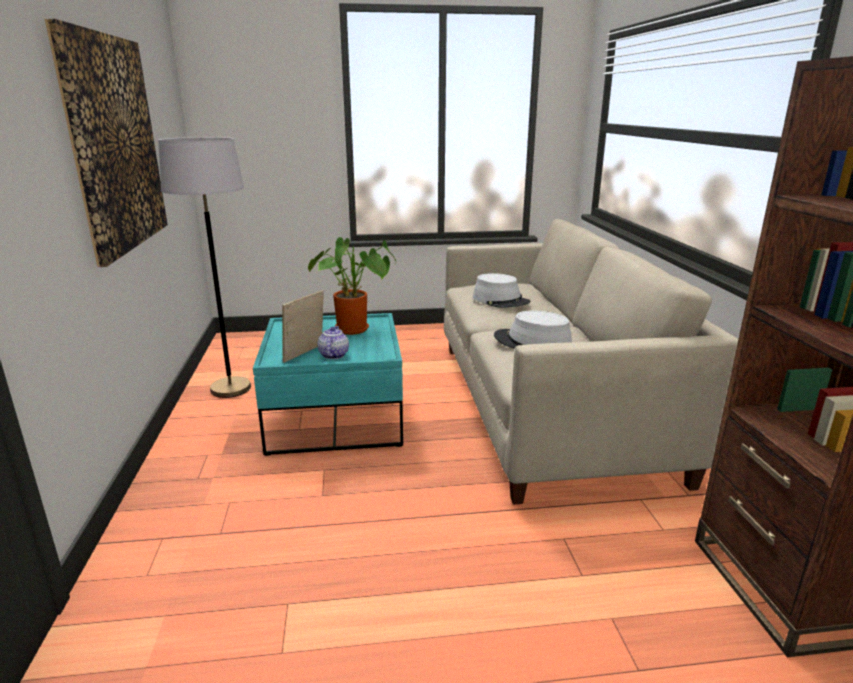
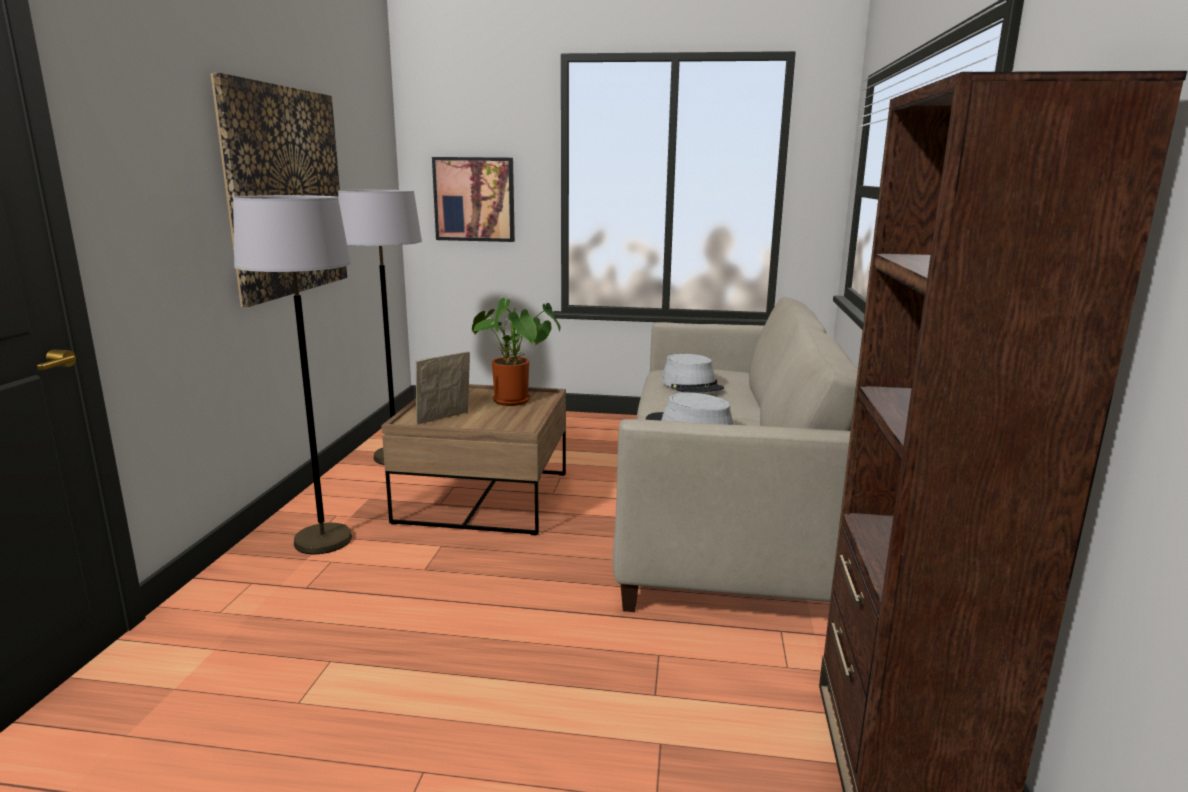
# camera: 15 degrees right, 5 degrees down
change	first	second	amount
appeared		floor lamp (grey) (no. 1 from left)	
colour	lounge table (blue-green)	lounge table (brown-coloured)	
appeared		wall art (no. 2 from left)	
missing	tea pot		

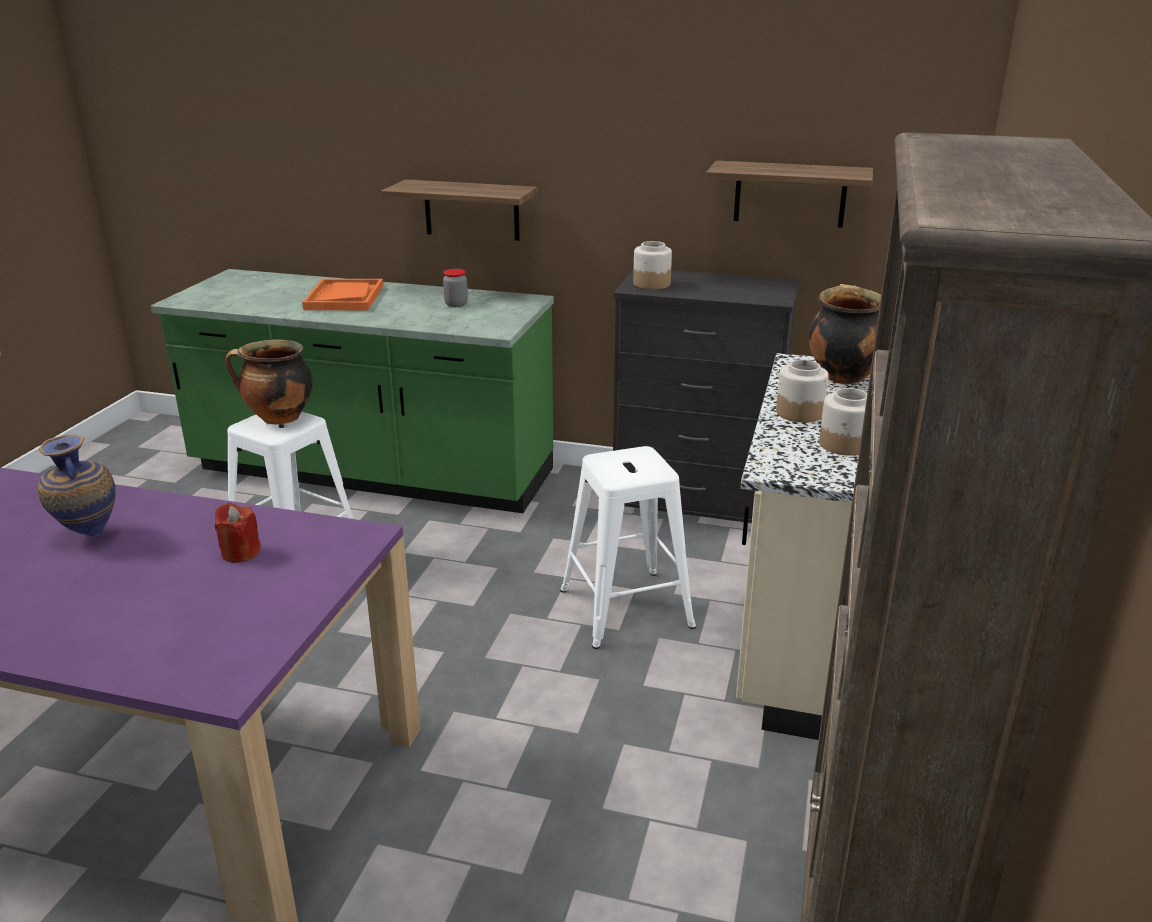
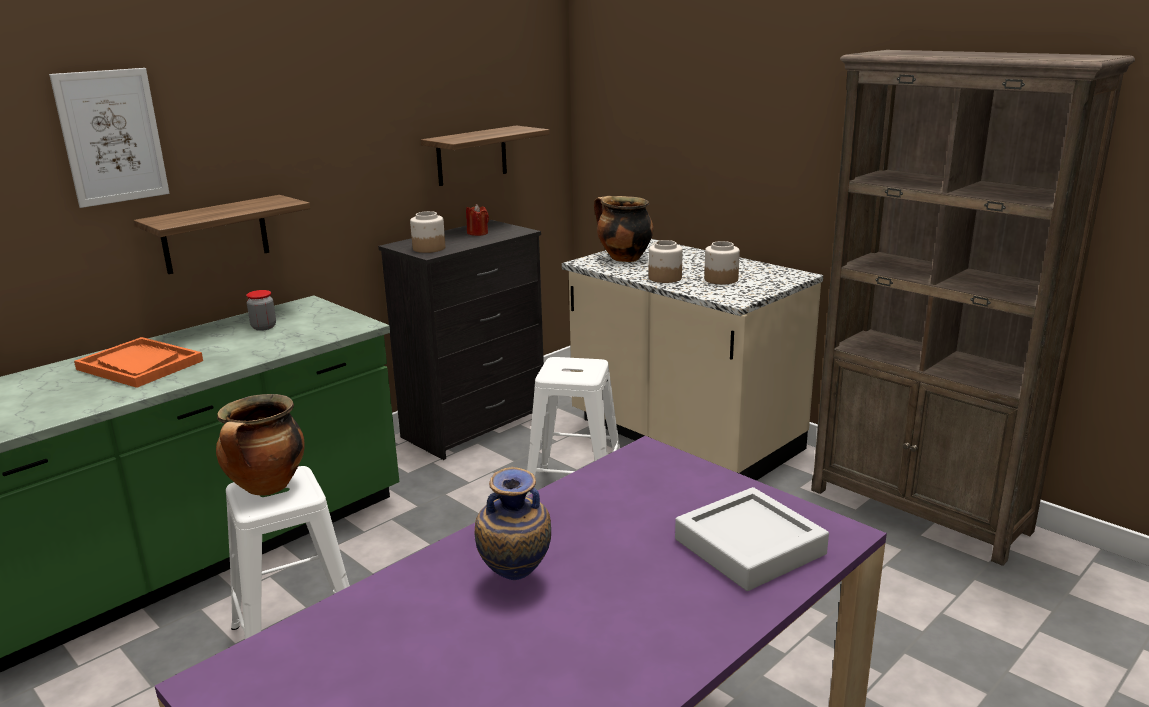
# camera: 60 degrees left, 5 degrees down
change	first	second	amount
appeared		wall art	
relocated	candle (red-coloured)		
appeared		tray (grey)	

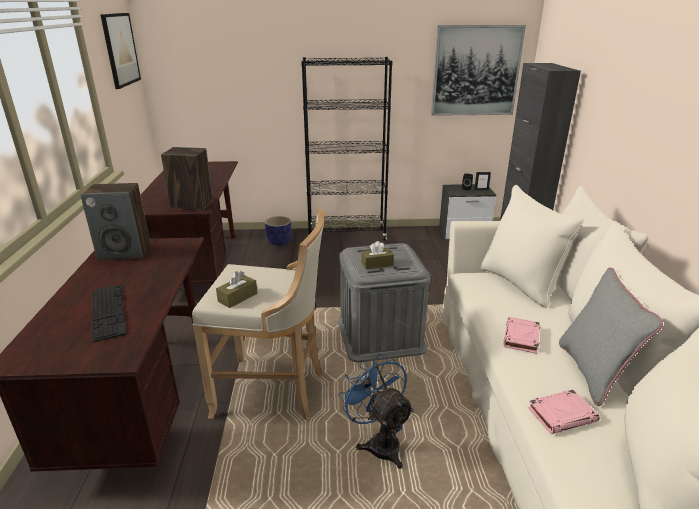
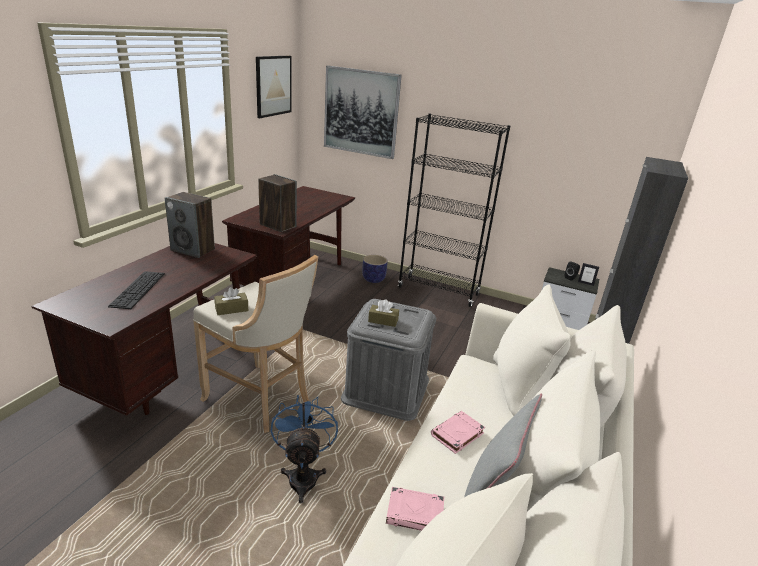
# camera: 25 degrees right, 0 degrees up
change	first	second	amount
relocated	wall art (no. 2 from left)		

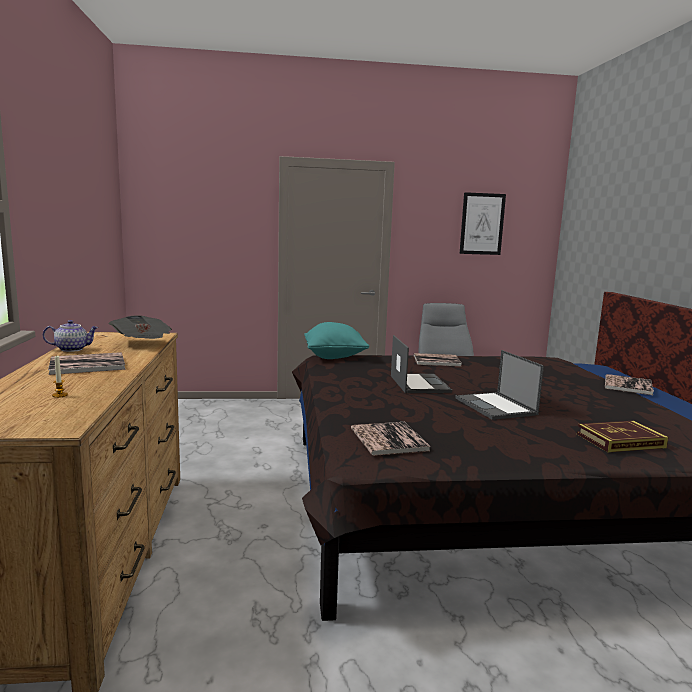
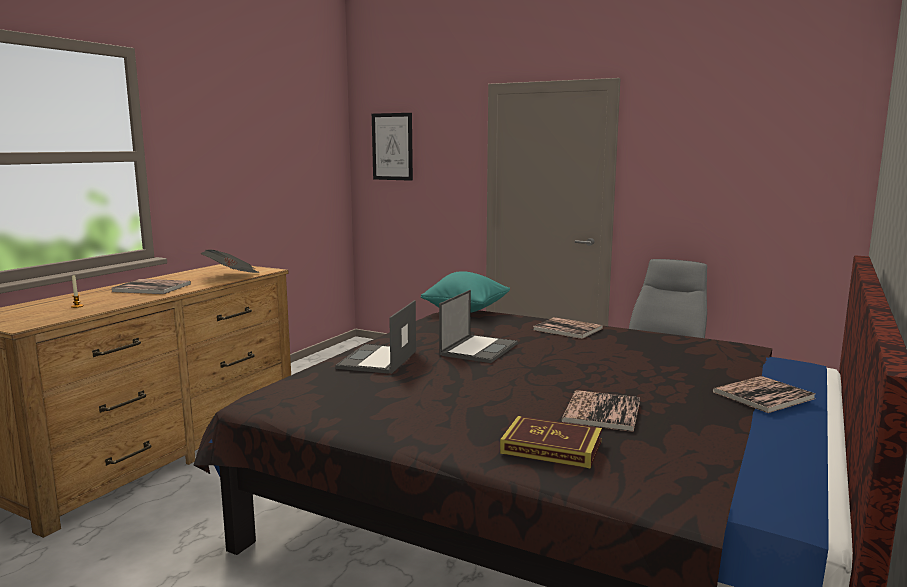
# camera: 35 degrees right, 0 degrees up
change	first	second	amount
relocated	portable computer (no. 2 from left in the first image)	portable computer (no. 1 from left)	
relocated	wall art		
relocated	bound book (no. 2 from left in the first image)	bound book (no. 4 from left)	
missing	tea pot		

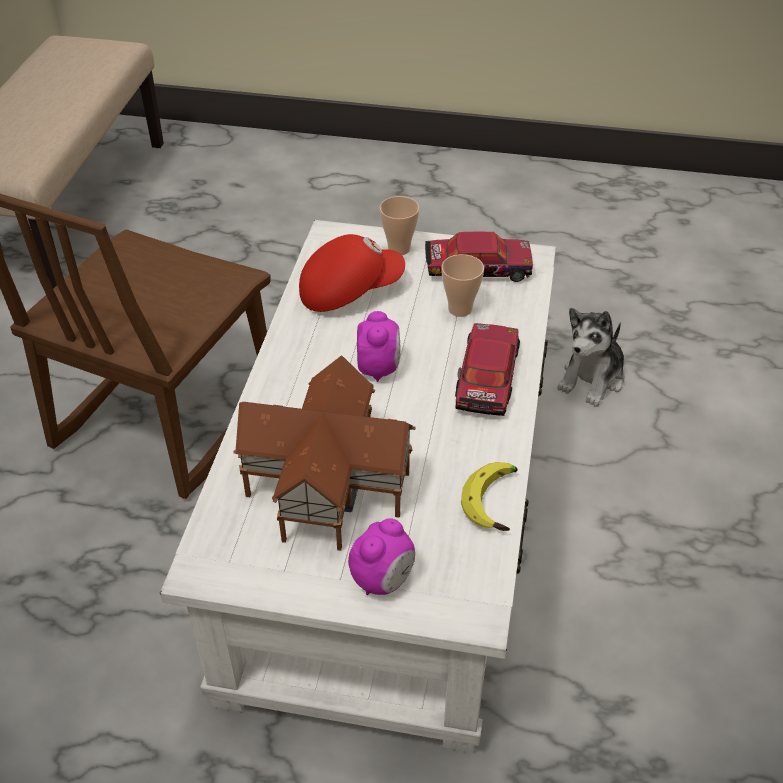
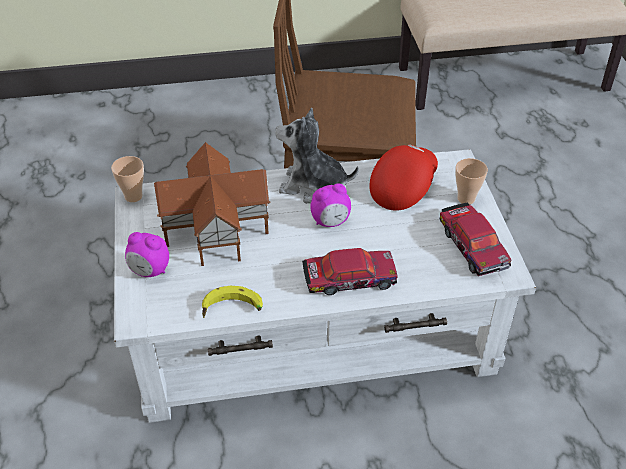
# camera: 70 degrees right, 0 degrees up
change	first	second	amount
relocated	drinking cup (no. 2 from left in the first image)	drinking cup (no. 1 from left)	
relocated	cuddly toy		
spun	cap (red-coloured)		105 degrees counterclockwise

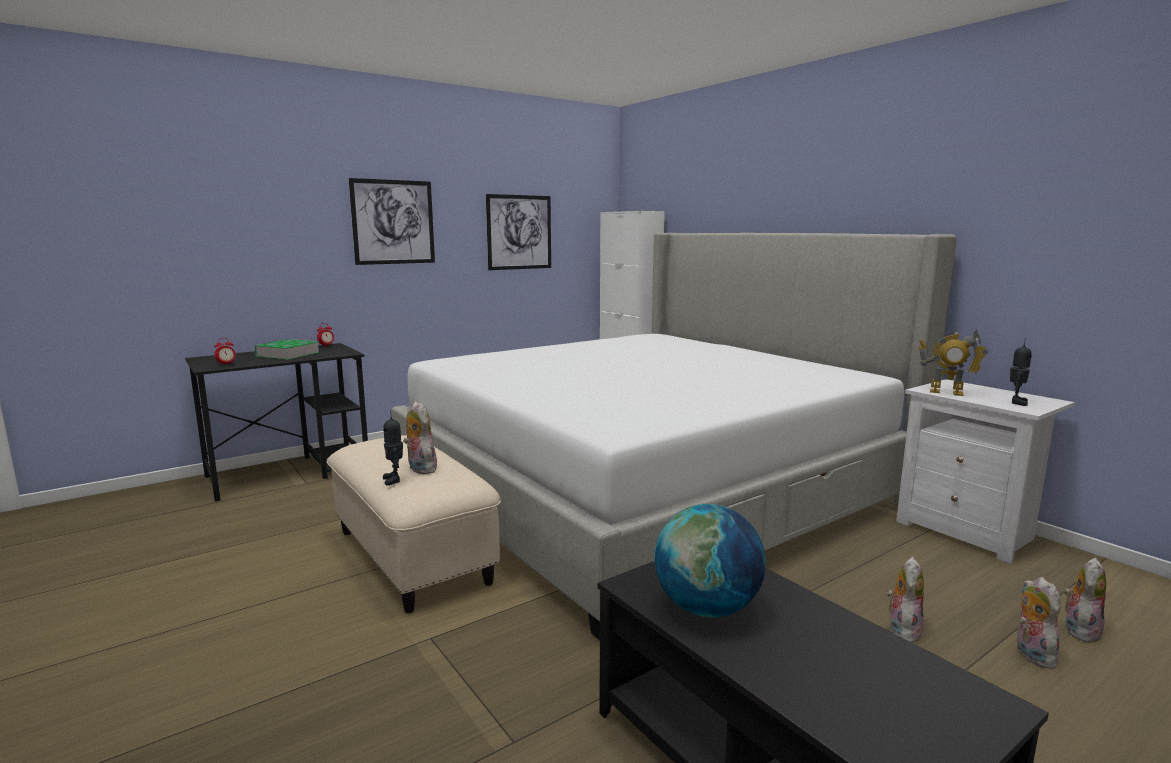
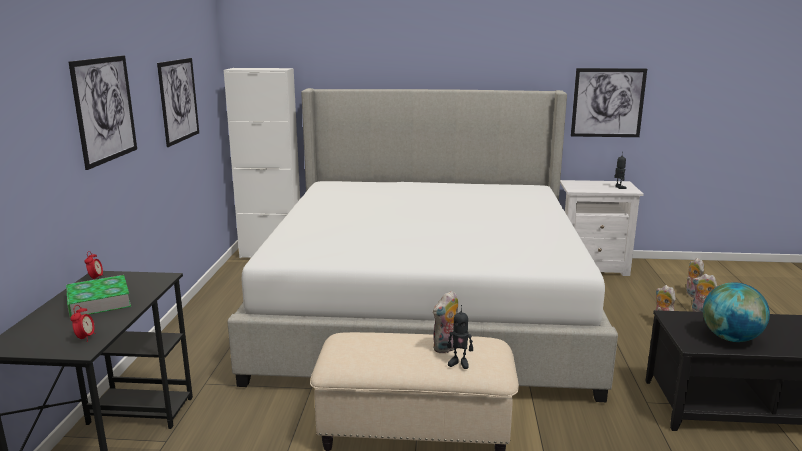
# camera: 50 degrees left, 5 degrees up
change	first	second	amount
spun	cuddly toy (no. 1 from left)		45 degrees counterclockwise
appeared		wall art (no. 3 from left)	
missing	model robot (no. 2 from left)		

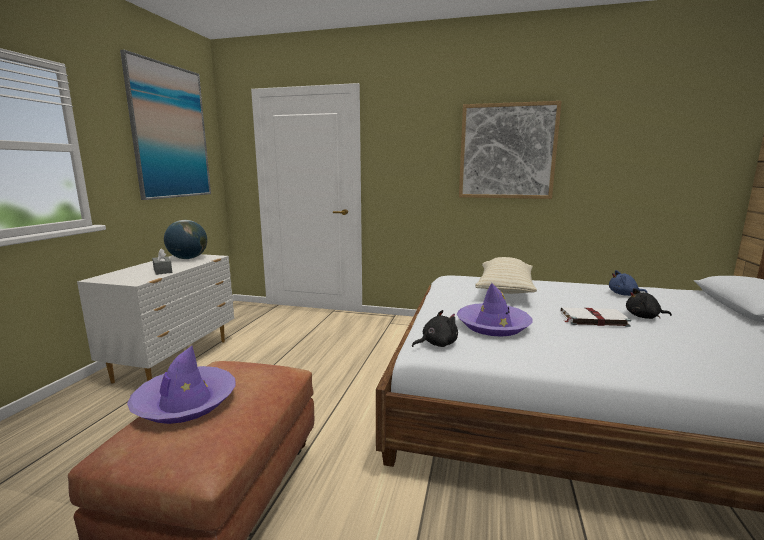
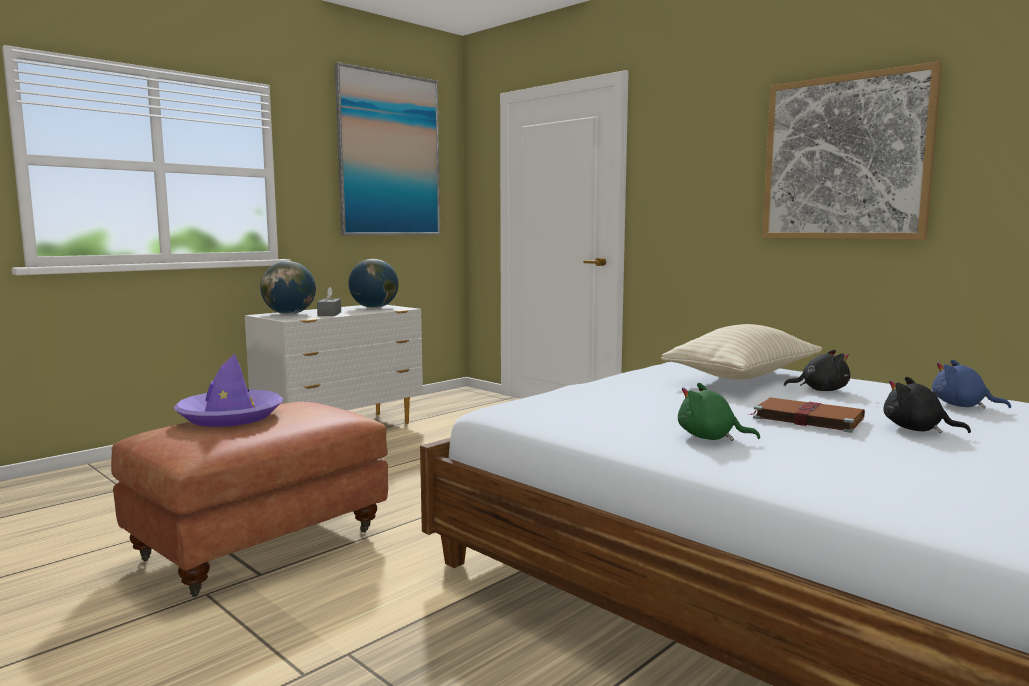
# camera: 30 degrees right, 5 degrees down
change	first	second	amount
appeared		desk globe (no. 1 from left)	
appeared		cuddly toy (green-coloured)	
colour	bound book (white)	bound book (brown-coloured)	
relocated	cuddly toy (blackish) (no. 1 from left)		
missing	clothing hat (purplish) (no. 2 from left)		

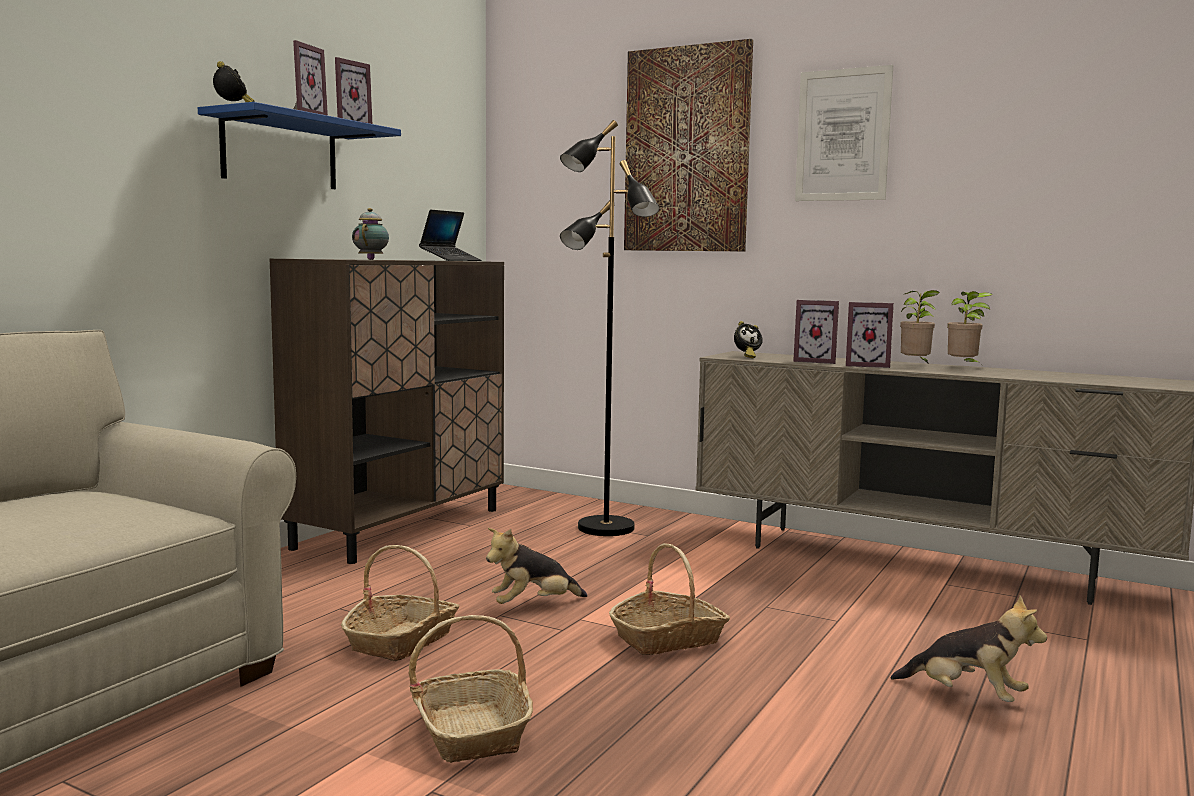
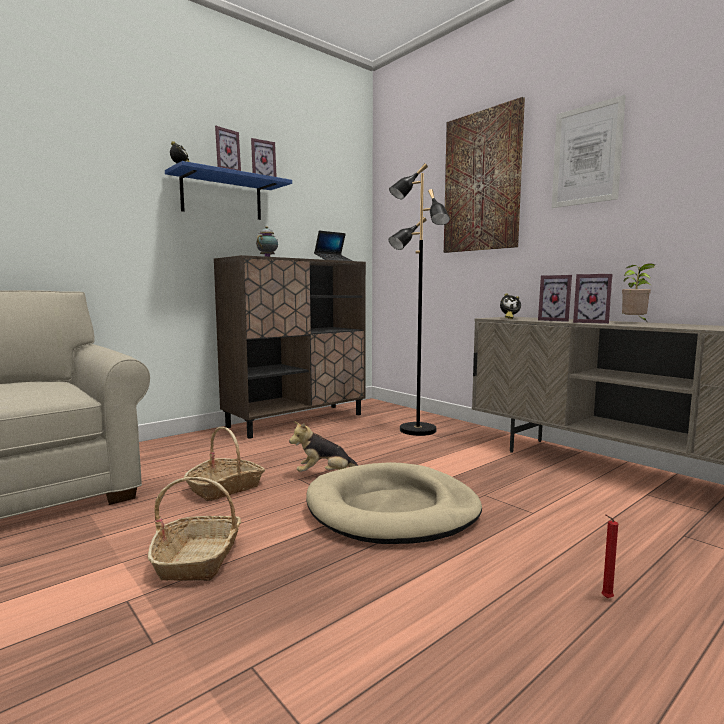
# camera: 20 degrees right, 0 degrees up
change	first	second	amount
exchanged	basket (no. 3 from left)	dog bed (sand-coloured)	
exchanged	cuddly toy (no. 2 from left)	candle (red-coloured)	
missing	houseplant (no. 2 from left)		

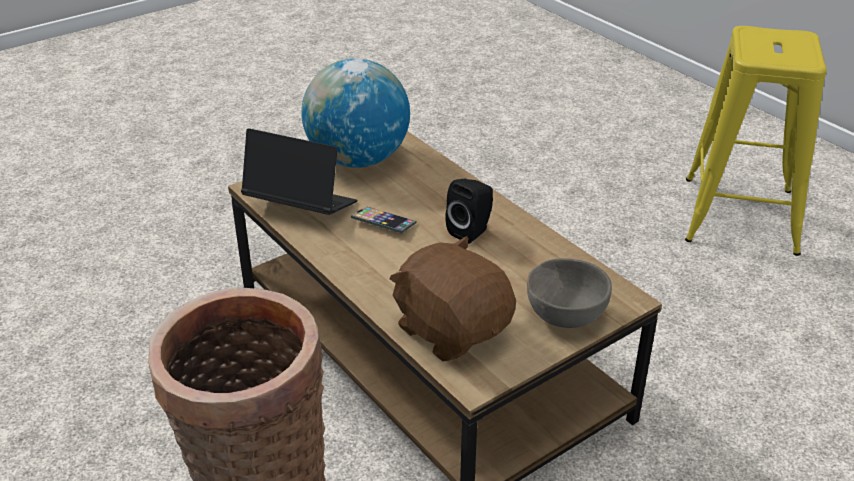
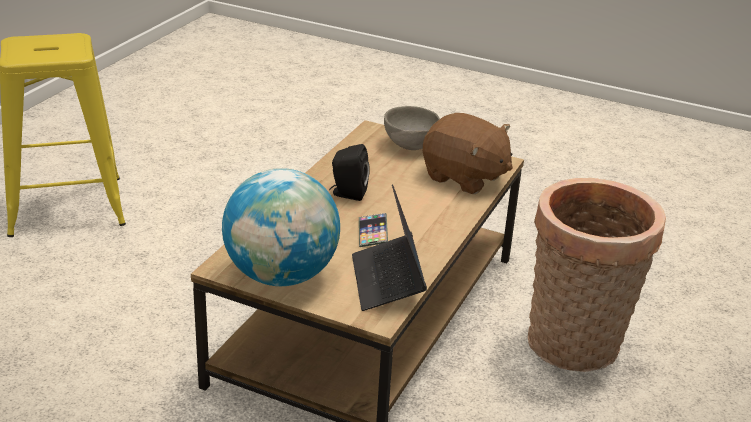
# camera: 120 degrees left, 5 degrees down
change	first	second	amount
spun	cuddly toy (brown-coloured)		75 degrees counterclockwise

